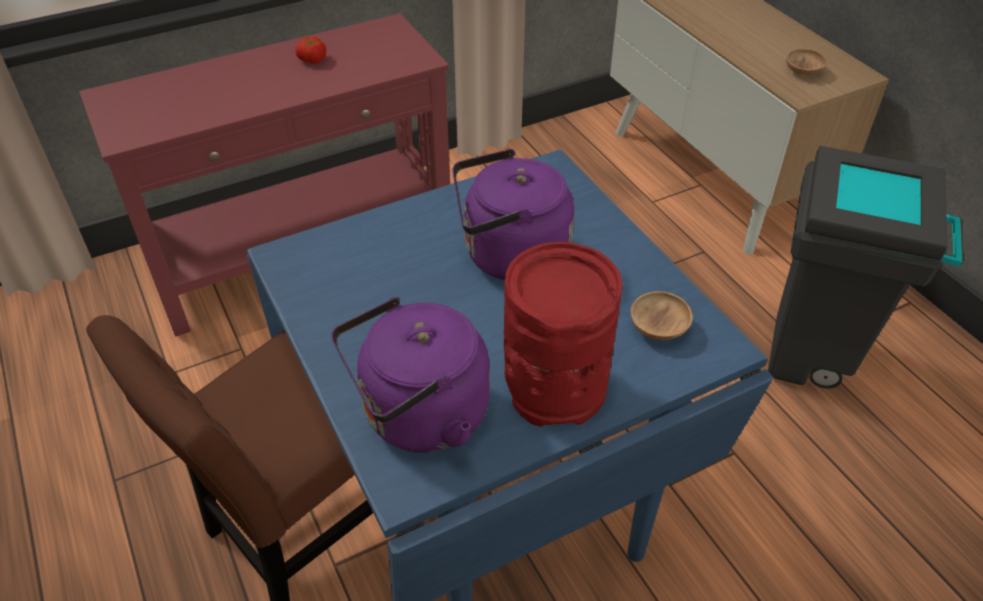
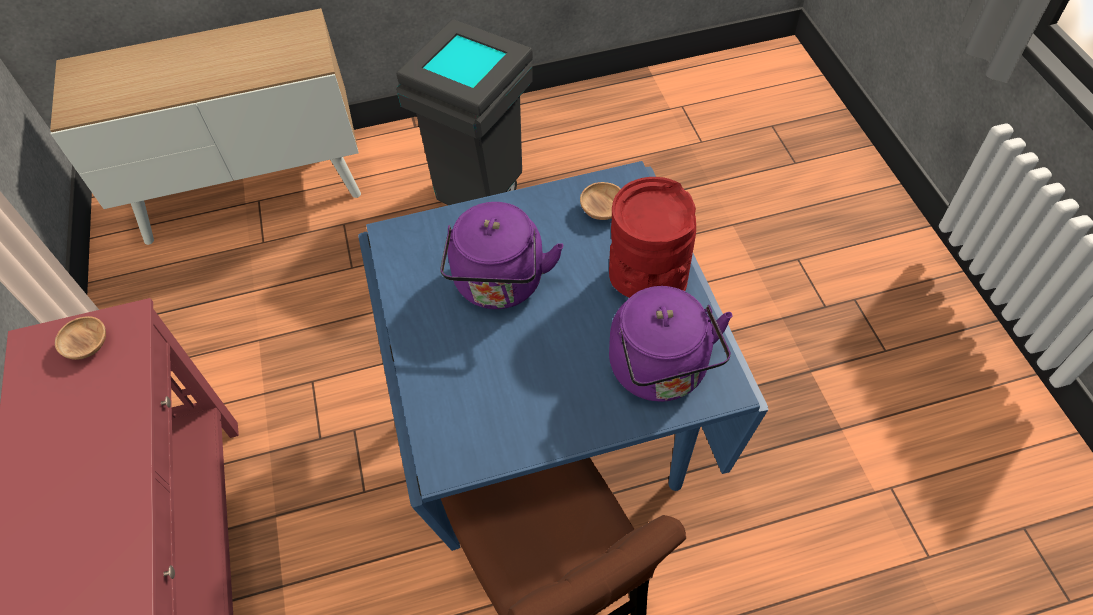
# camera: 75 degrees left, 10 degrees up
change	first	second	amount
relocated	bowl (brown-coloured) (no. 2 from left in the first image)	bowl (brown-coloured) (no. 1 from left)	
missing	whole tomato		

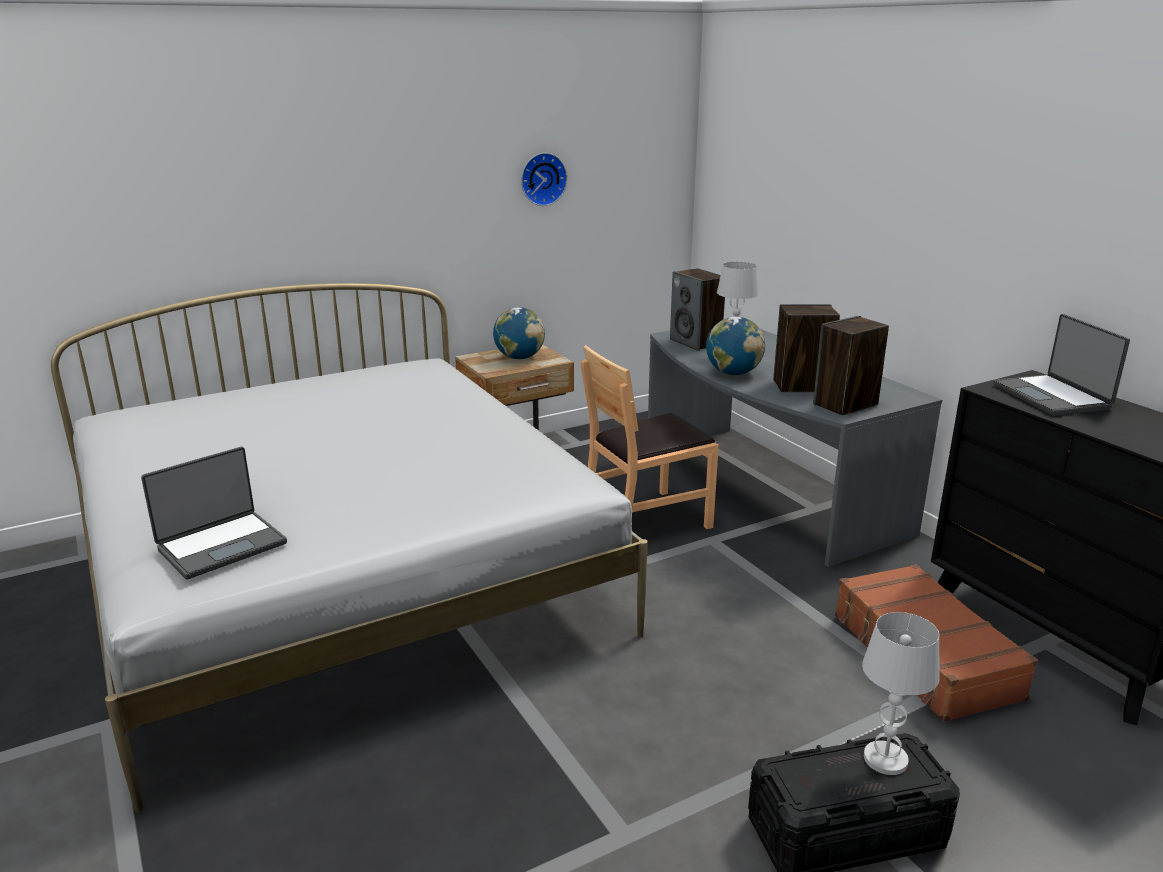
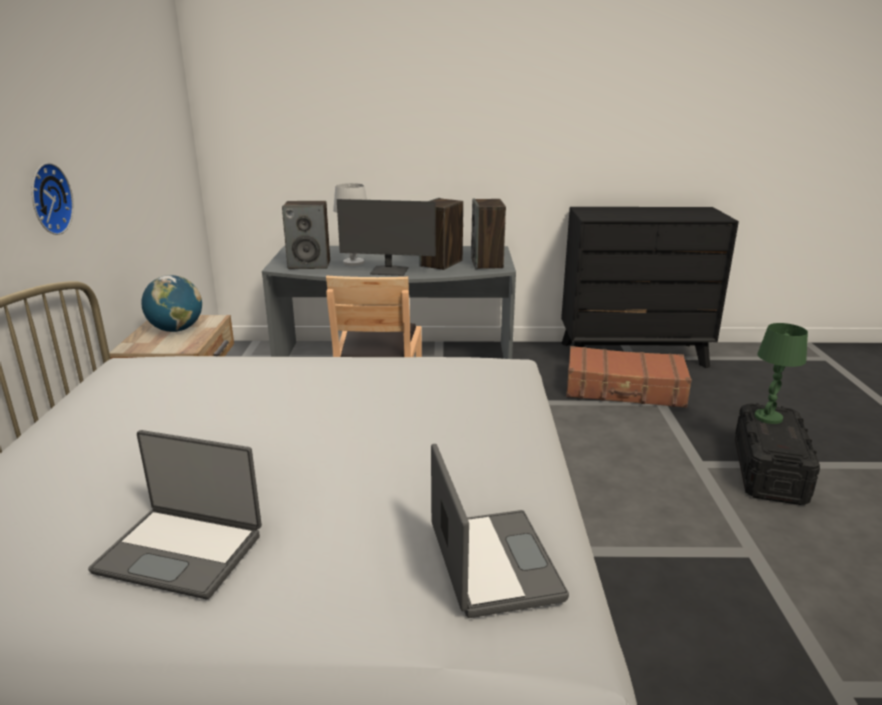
# camera: 60 degrees left, 0 degrees up
change	first	second	amount
relocated	wall clock		
relocated	portable computer (no. 2 from left in the first image)	portable computer (no. 1 from left)	
exchanged	desk globe (no. 2 from left)	monitor	
colour	lamp for a table (white) (no. 2 from left)	lamp for a table (green-coloured)	

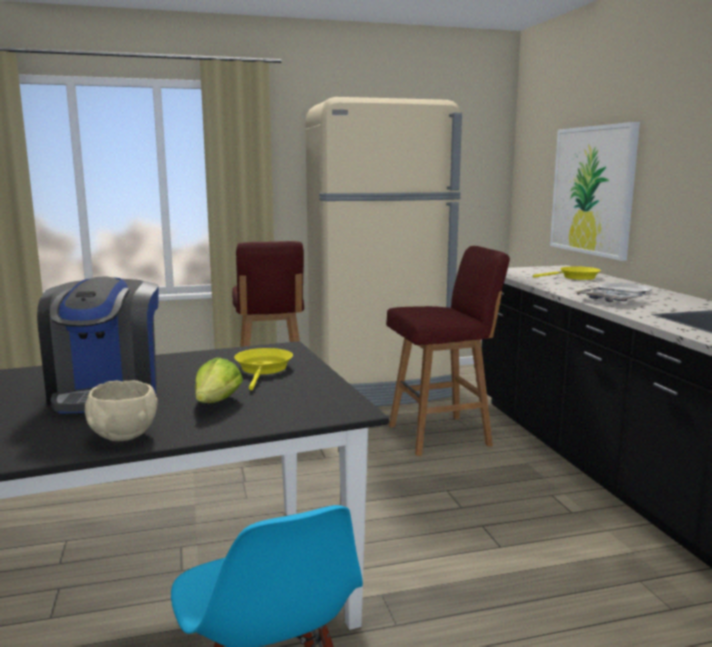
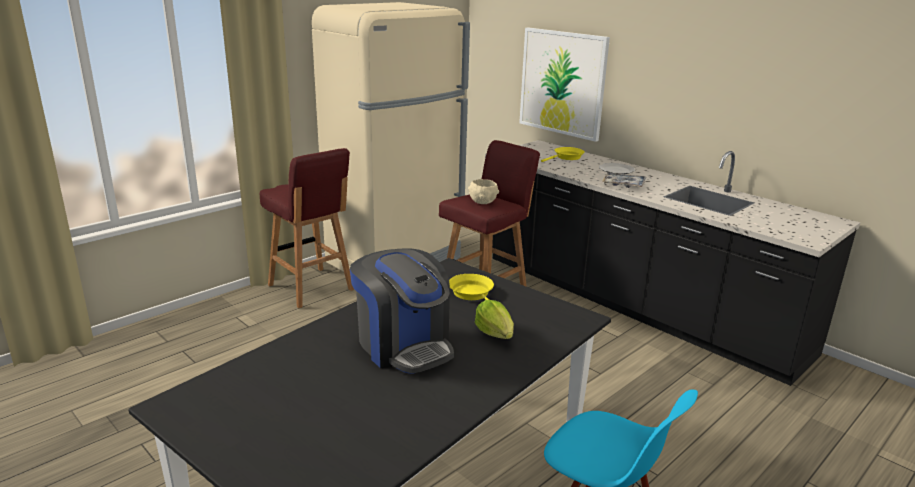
# camera: 30 degrees left, 10 degrees up
change	first	second	amount
relocated	bowl (sand-coloured)		

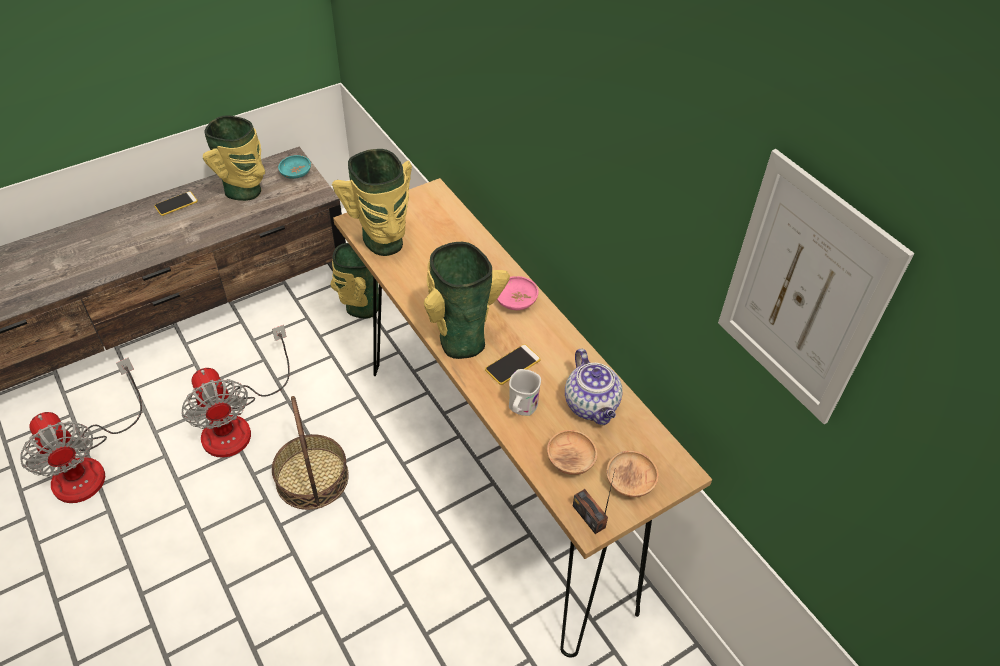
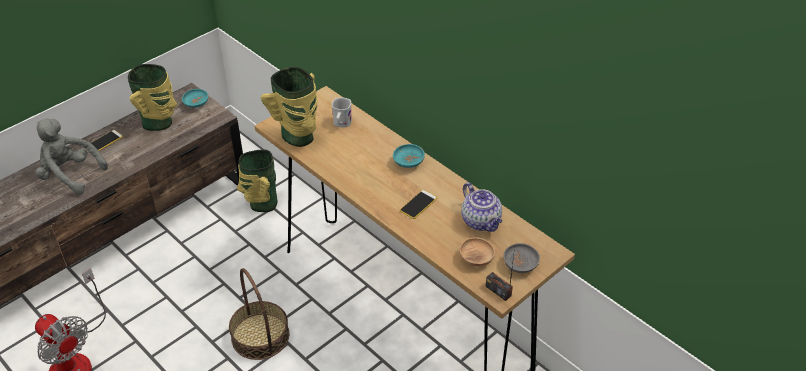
# camera: 10 degrees left, 5 degrees down
change	first	second	amount
appeared		cuddly toy (grey)	
relocated	coffee mug (white)		
colour	bowl (pink)	bowl (blue-green) (no. 2 from left)	
colour	bowl (brown-coloured) (no. 2 from left)	bowl (grey)	
missing	electric fan (no. 2 from left)		
missing	decorative vase (no. 4 from left)		
missing	wall art		

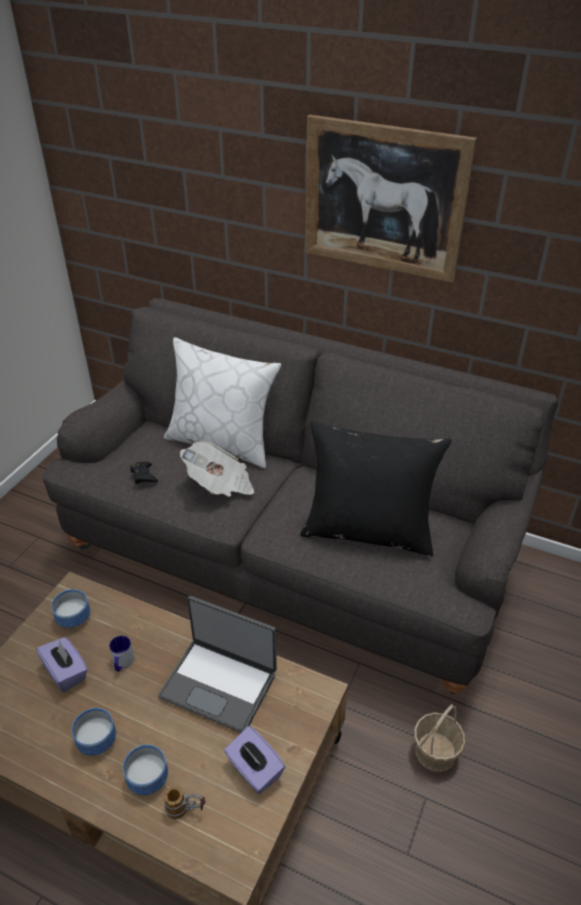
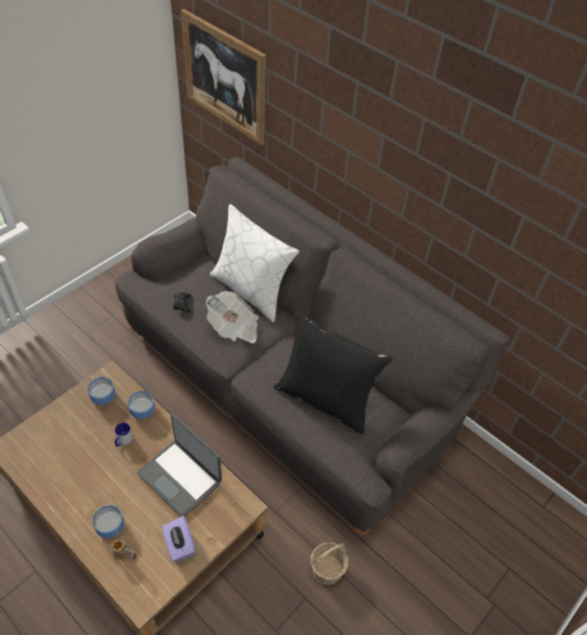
# camera: 15 degrees right, 10 degrees up
change	first	second	amount
relocated	bowl (no. 2 from left in the first image)	bowl (no. 3 from left)	
relocated	wall art		
missing	tissue holder (purplish) (no. 1 from left)		

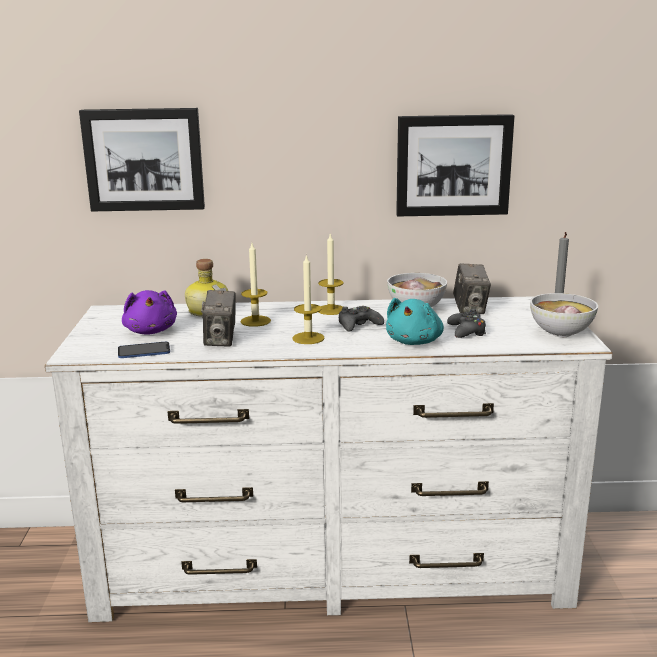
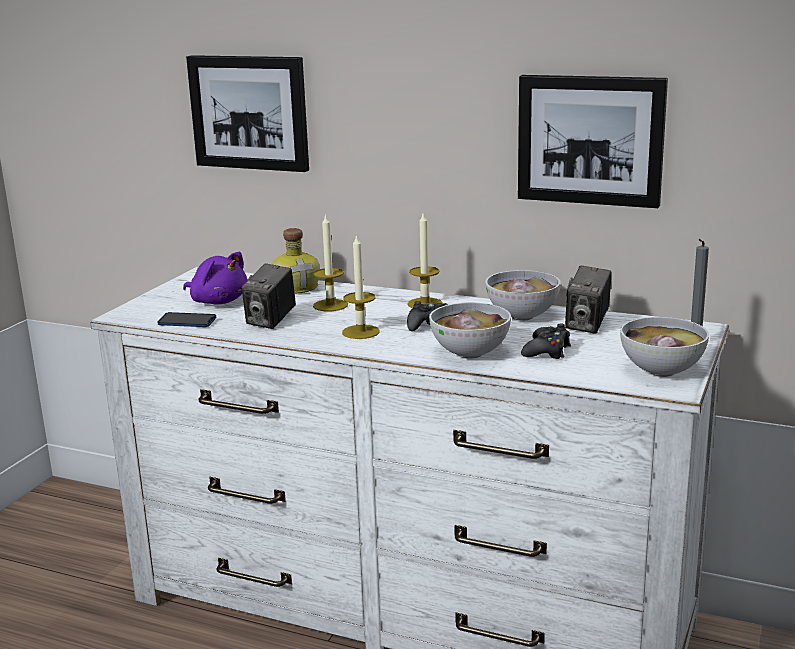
# camera: 25 degrees right, 0 degrees up
change	first	second	amount
spun	cuddly toy (purplish)		60 degrees counterclockwise
exchanged	cuddly toy (blue-green)	bowl (no. 1 from left)	

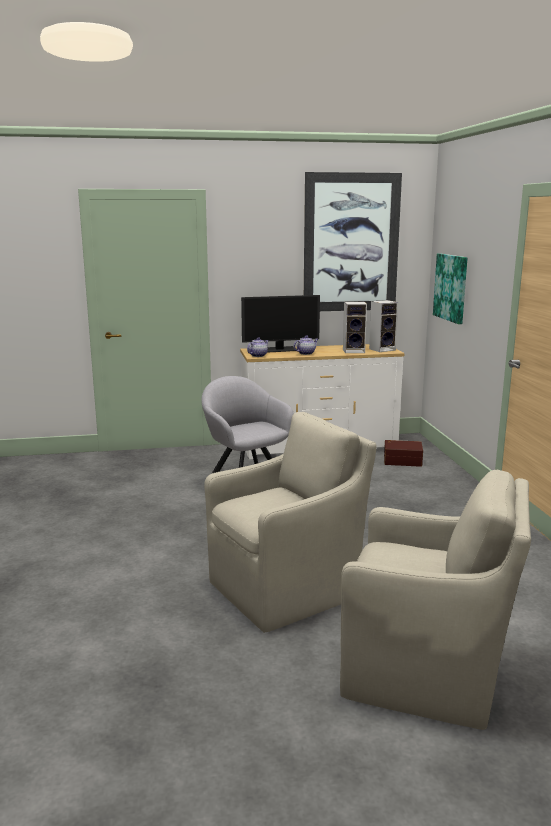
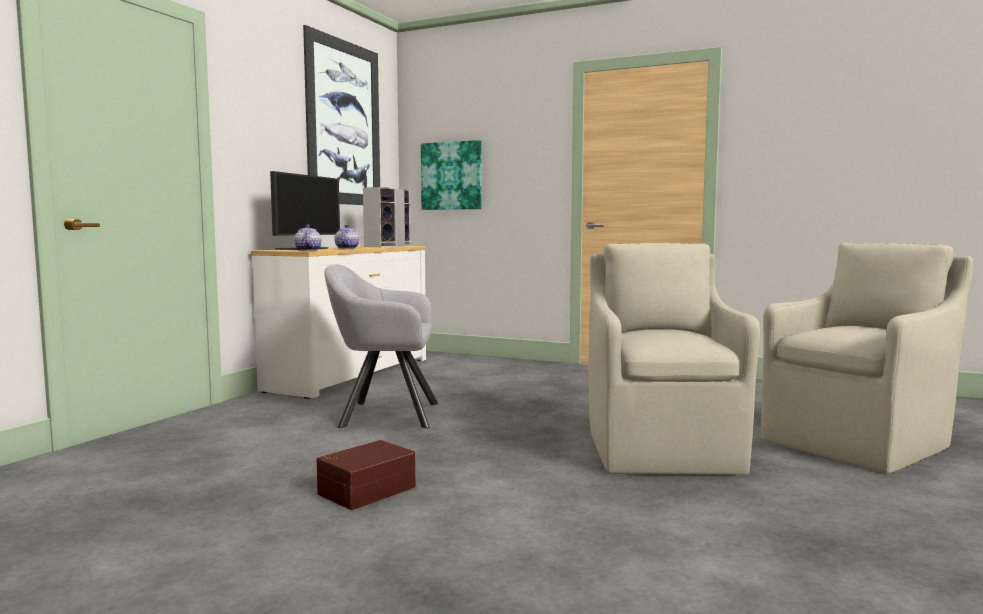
# camera: 55 degrees left, 10 degrees down
change	first	second	amount
relocated	storage box (brown-coloured)		

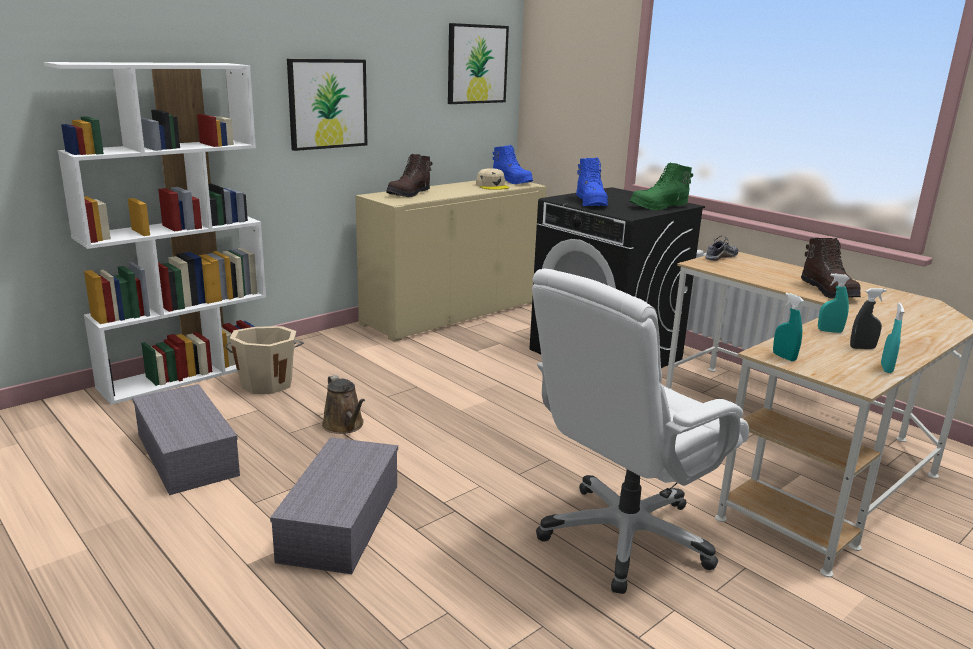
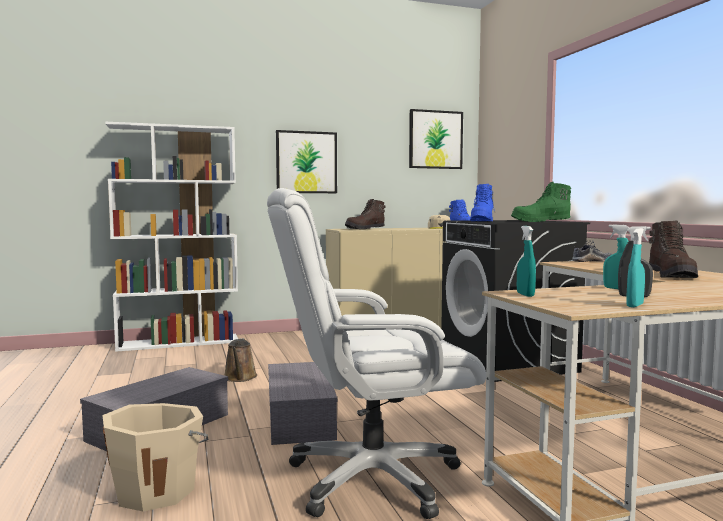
# camera: 25 degrees right, 15 degrees down
change	first	second	amount
relocated	bucket (sand-coloured)		
relocated	storage box (grey) (no. 1 from left in the first image)	storage box (grey) (no. 2 from left)	

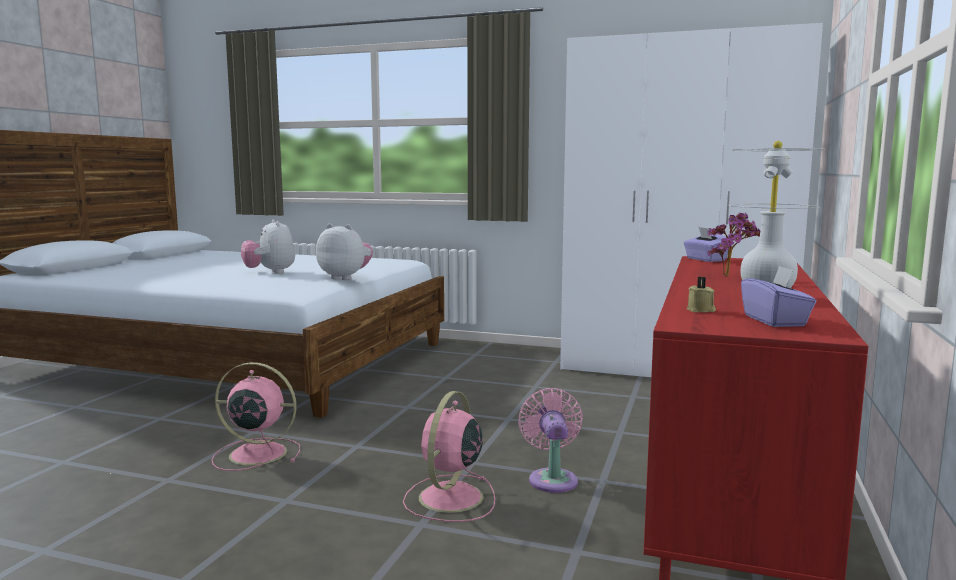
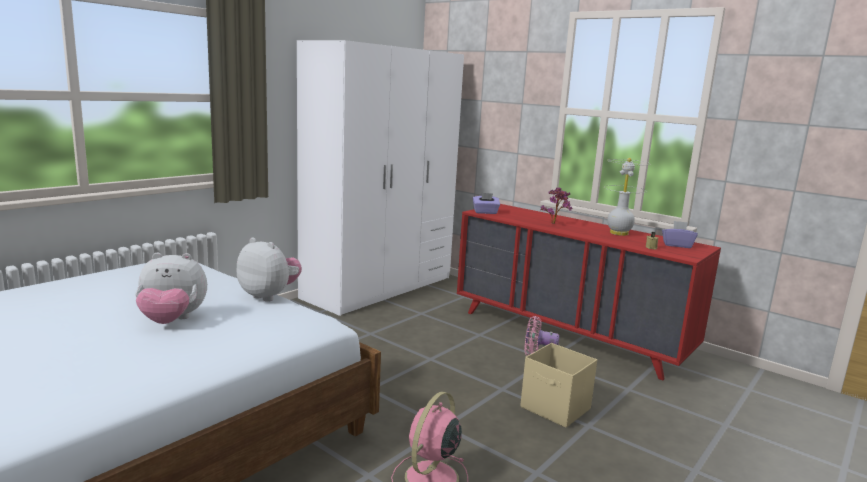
# camera: 70 degrees left, 5 degrees up
change	first	second	amount
spun	cuddly toy (no. 2 from left)		75 degrees clockwise
exchanged	electric fan (pink) (no. 2 from left)	storage box (sand-coloured)	

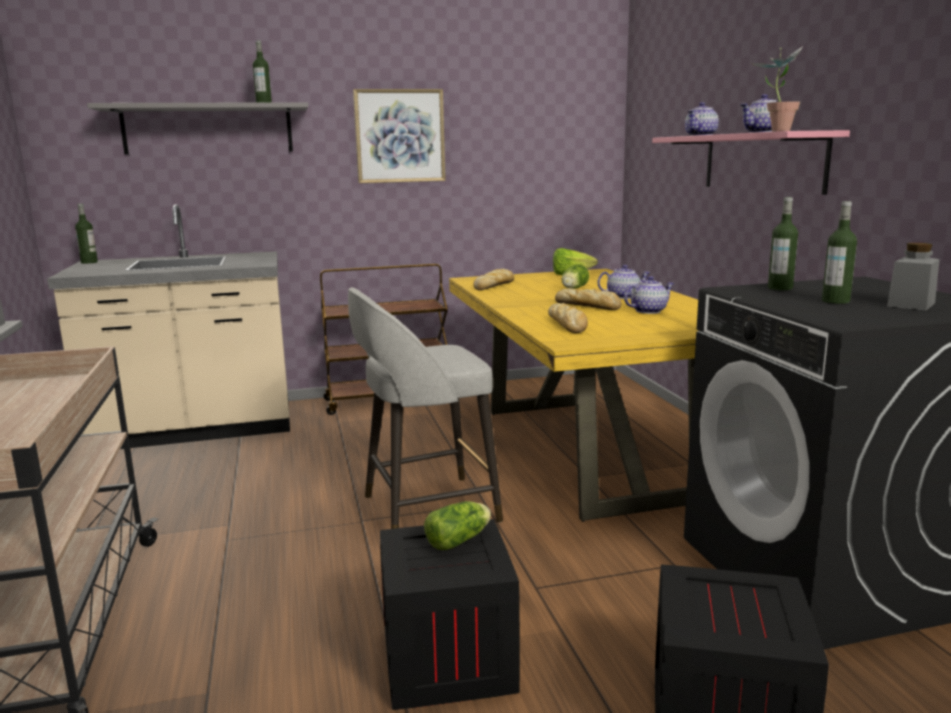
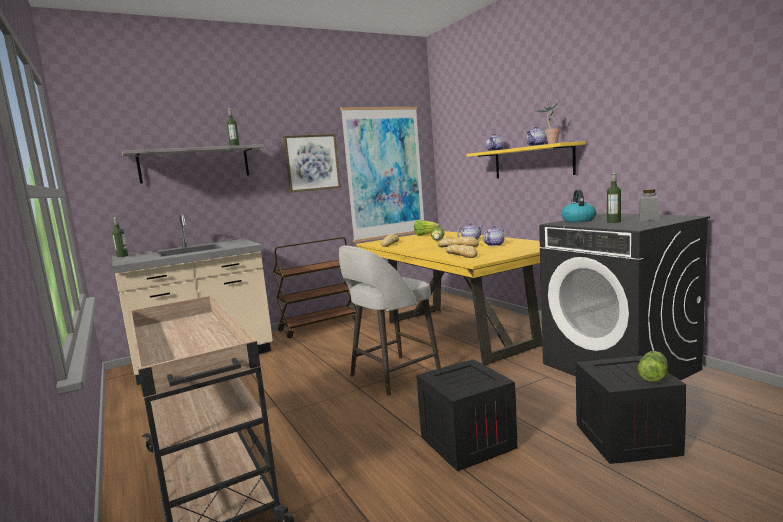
# camera: 15 degrees left, 5 degrees down
change	first	second	amount
appeared		wall art (no. 2 from left)	
colour	wall shelf (pink)	wall shelf (yellowish)	
exchanged	drink bottle (no. 3 from left)	water kettle	
relocated	lettuce (no. 1 from left in the first image)	lettuce (no. 3 from left)	

